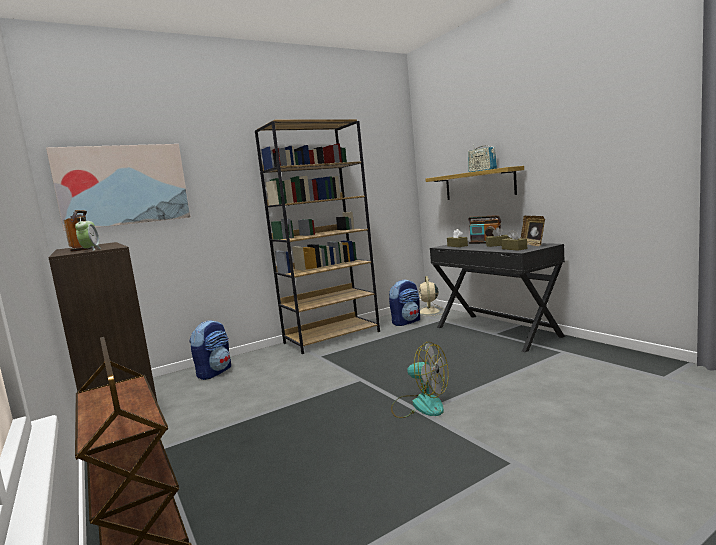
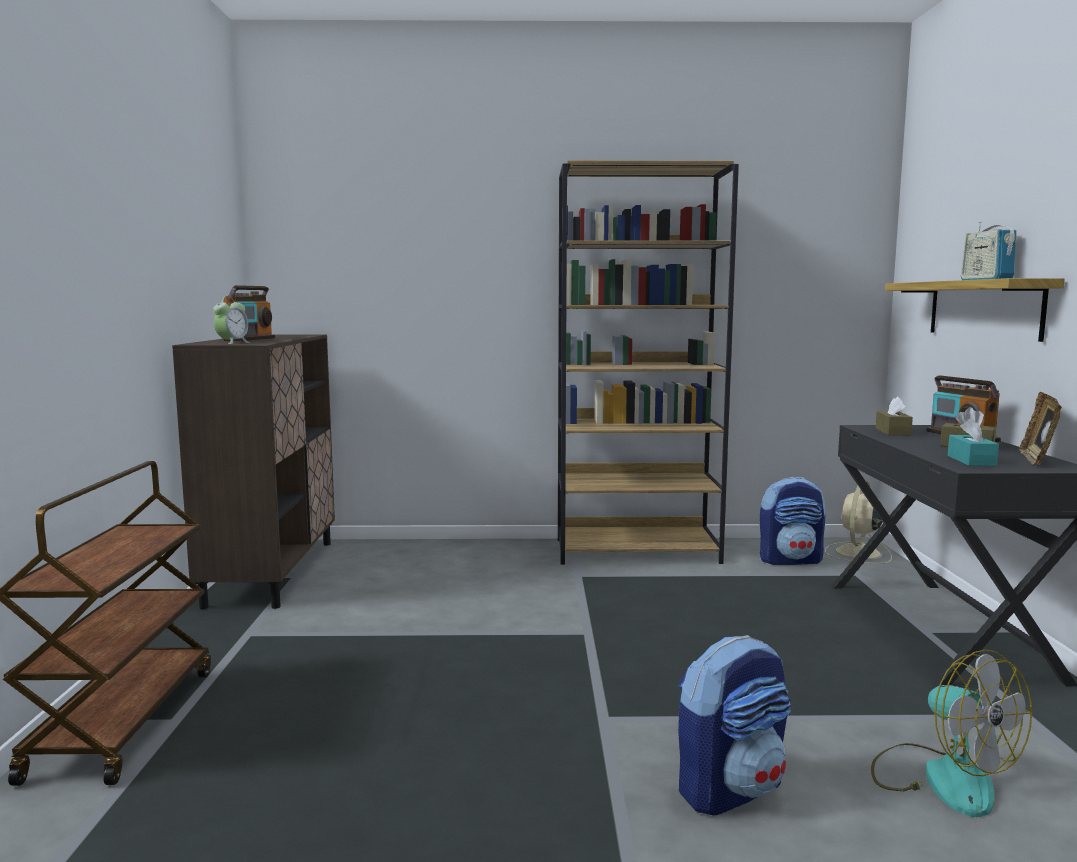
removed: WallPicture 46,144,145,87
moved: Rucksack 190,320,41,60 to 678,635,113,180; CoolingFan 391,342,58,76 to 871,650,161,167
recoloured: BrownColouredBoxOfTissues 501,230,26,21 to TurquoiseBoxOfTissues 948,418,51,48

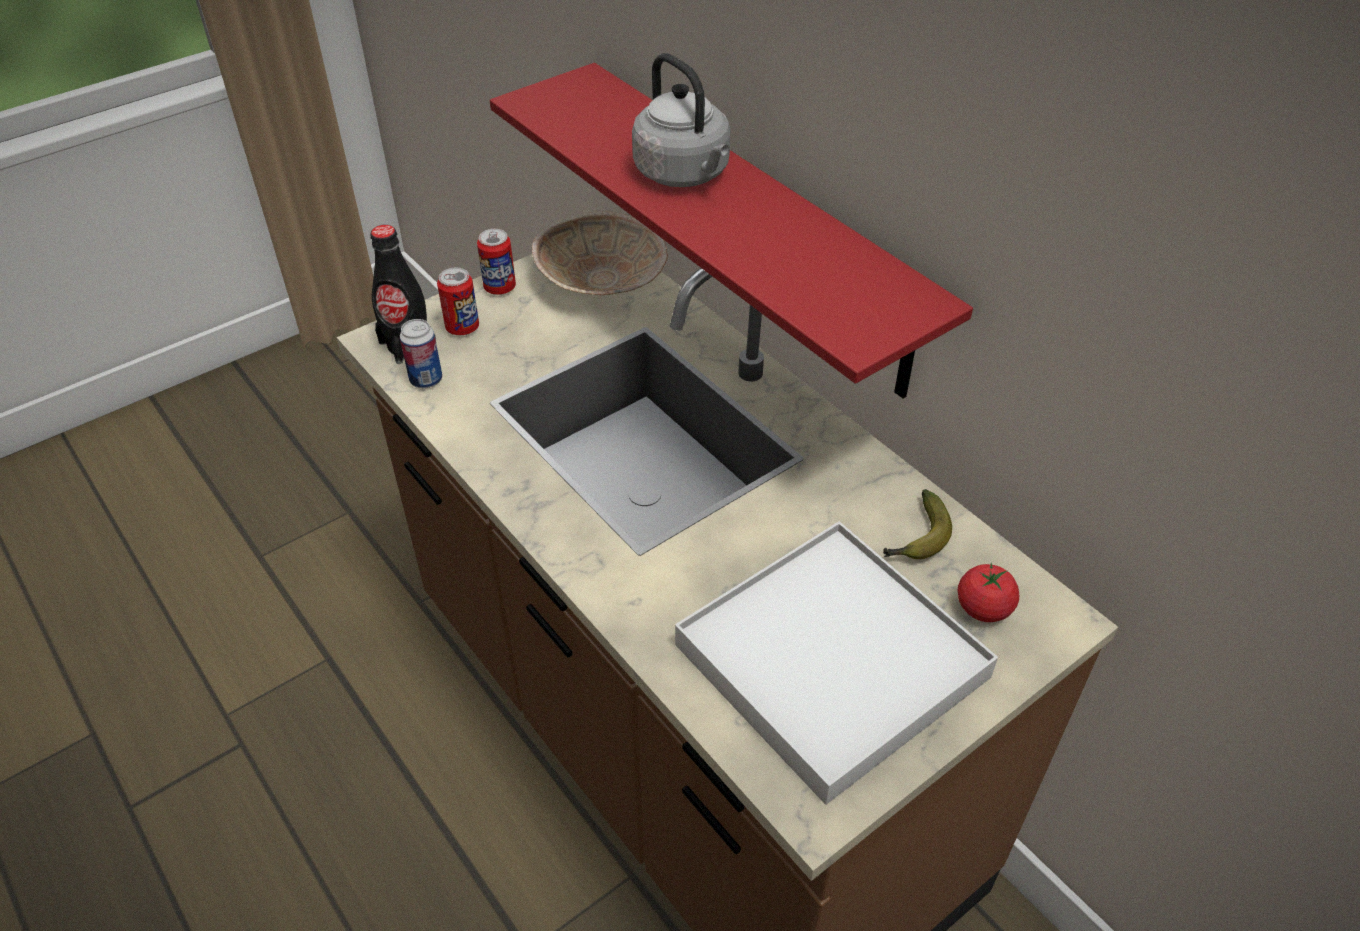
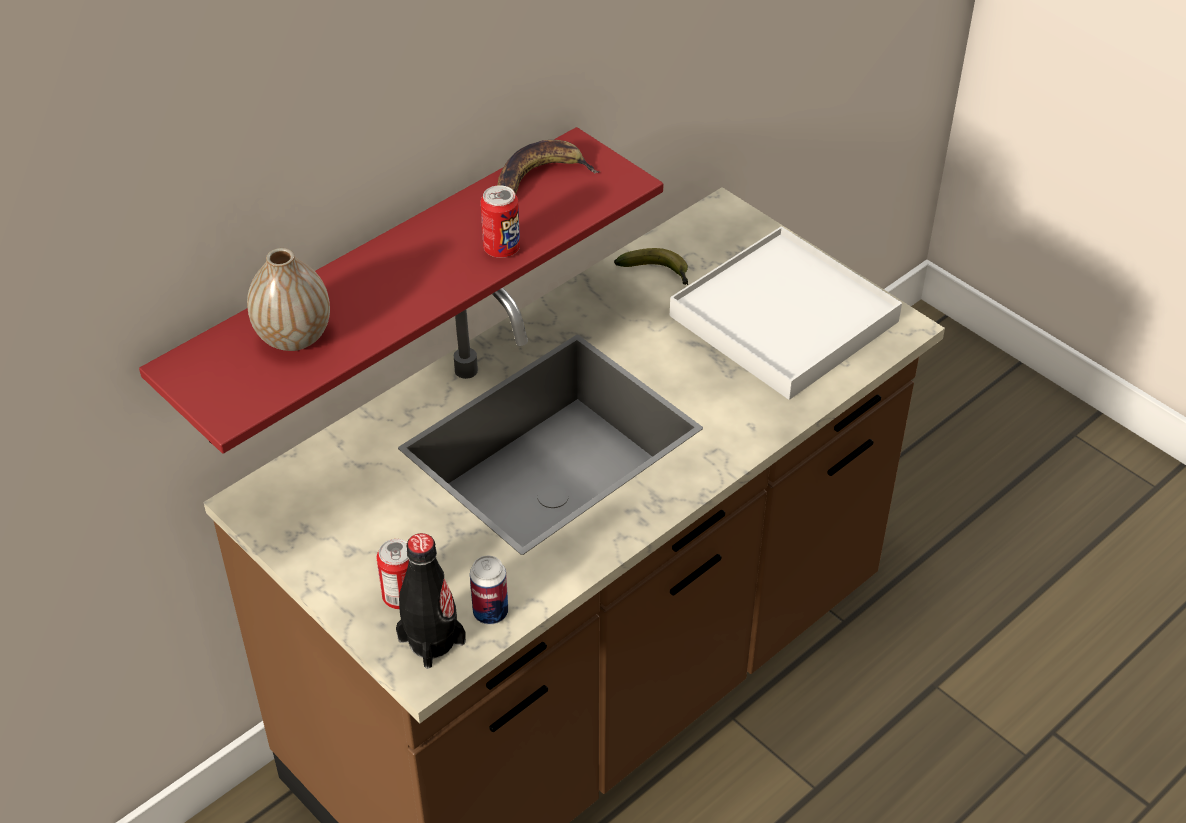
removed: GreyishWaterKettle 632,53,98,134; BeigeDeepDish 532,211,136,84; Tomato 958,562,61,60
added: Banana 497,140,103,55; DecorativeVase 247,248,83,103
moved: MetalCan 477,229,39,66 to 481,185,39,73

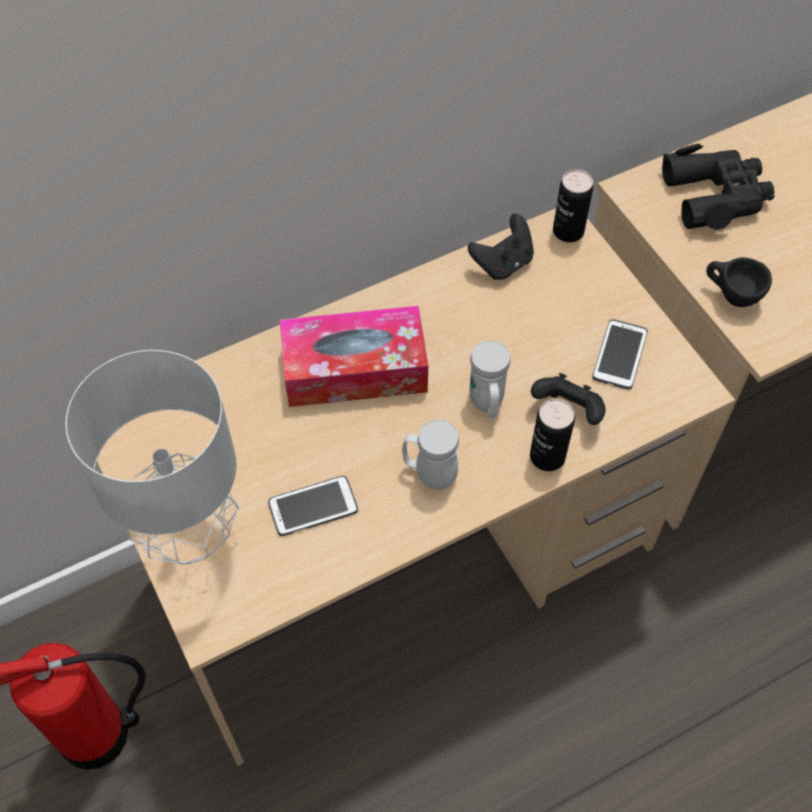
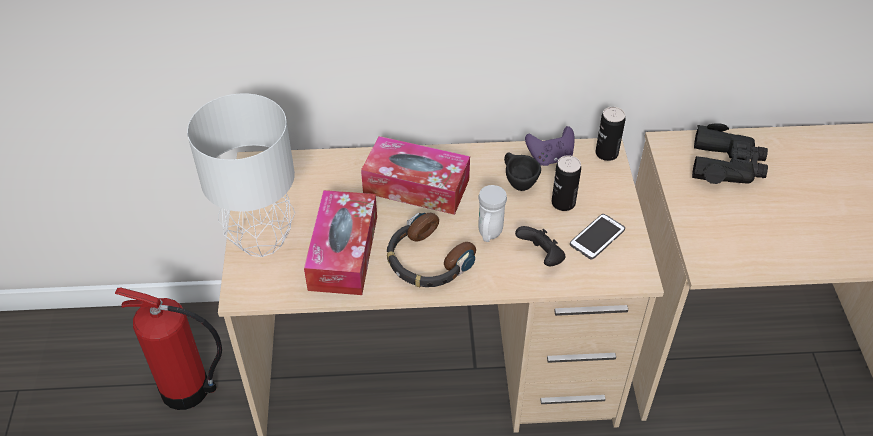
moved: BlackColouredSmallCup 706,257,66,50 to 504,152,37,39; MetalCan 530,399,45,72 to 551,155,30,56
replaced: WhiteCoffeeMug 402,420,57,69 to Headset 387,213,89,74; Handset 268,476,90,60 to BoxOfTissues 304,190,73,105
recoloured: BlackColouredGameController 468,214,66,66 to PurplishGameController 525,126,50,40

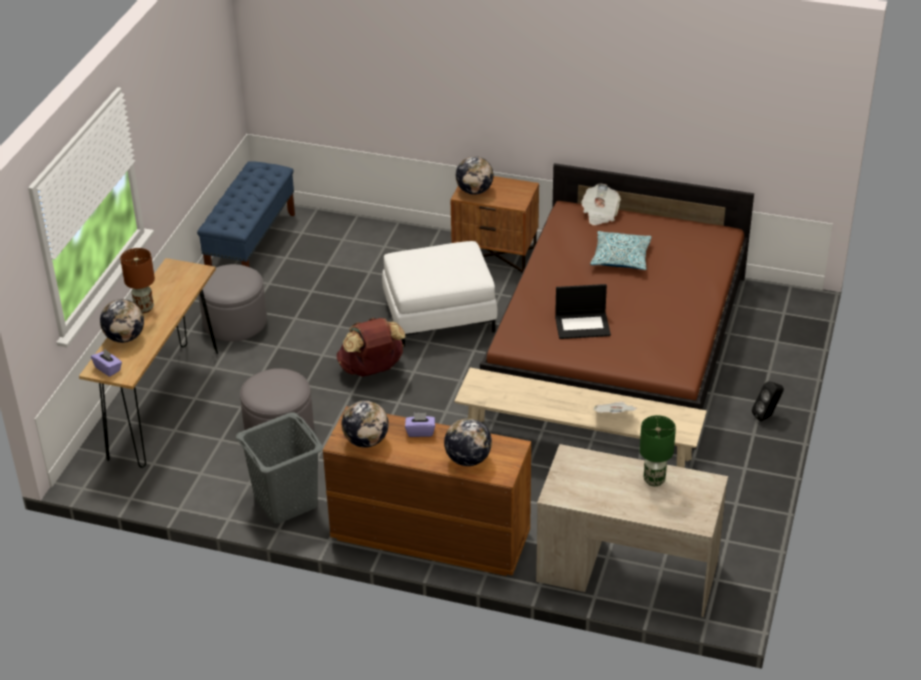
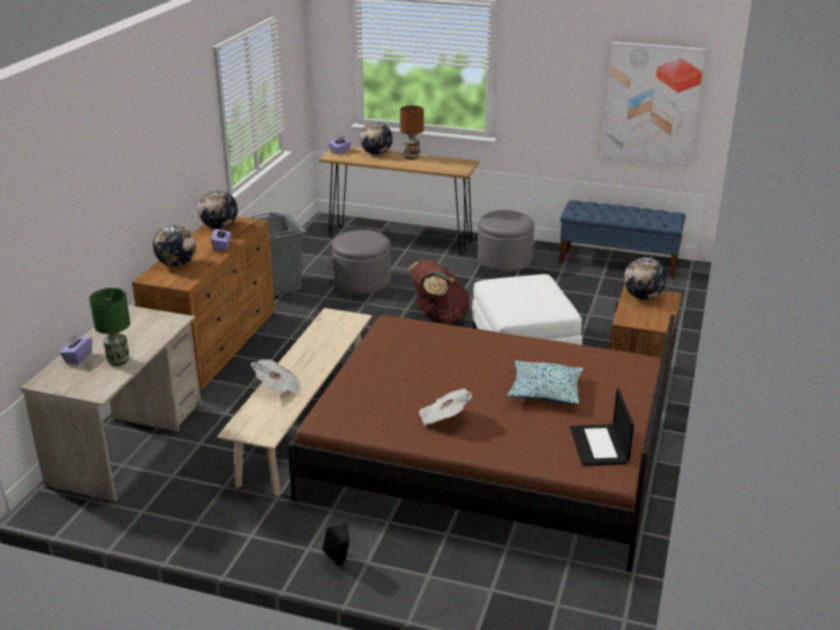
added: WallPicture 602,42,104,125; PurplishBoxOfTissues 60,333,32,31
moved: DailyPaper 581,183,40,42 to 419,388,53,37; PortableComputer 555,284,56,55 to 570,389,64,77

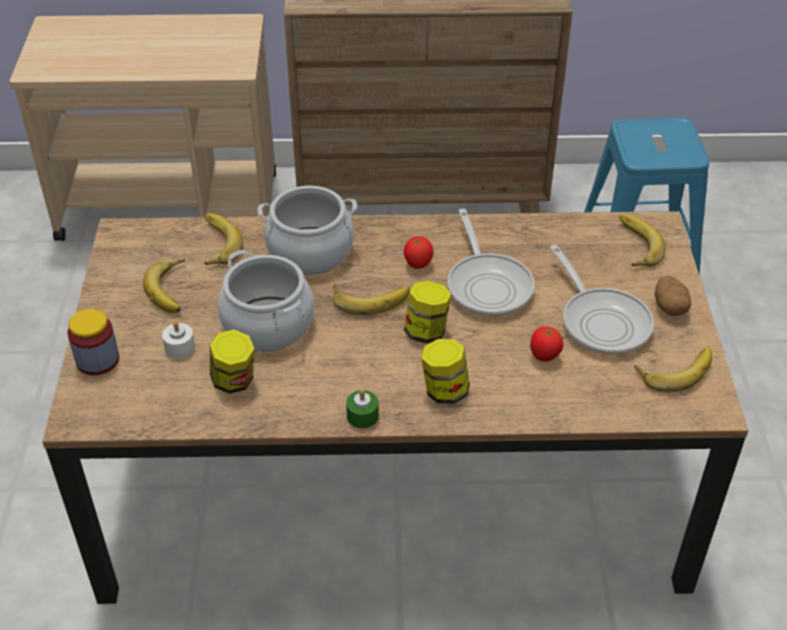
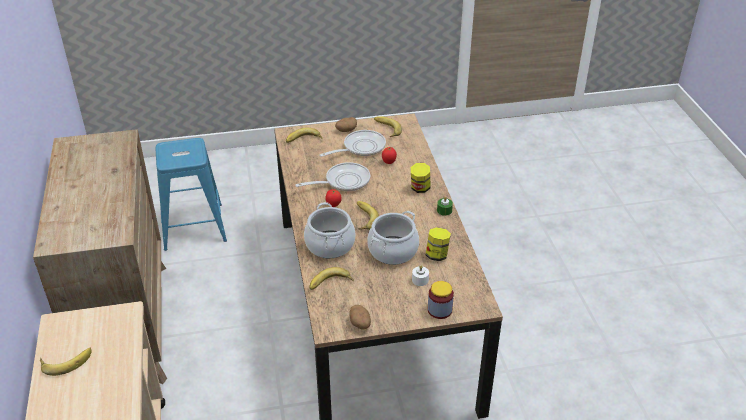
removed: Jar 404,281,47,63
added: Spud 350,305,21,25
moved: Banana 143,259,42,54 to 40,348,52,28

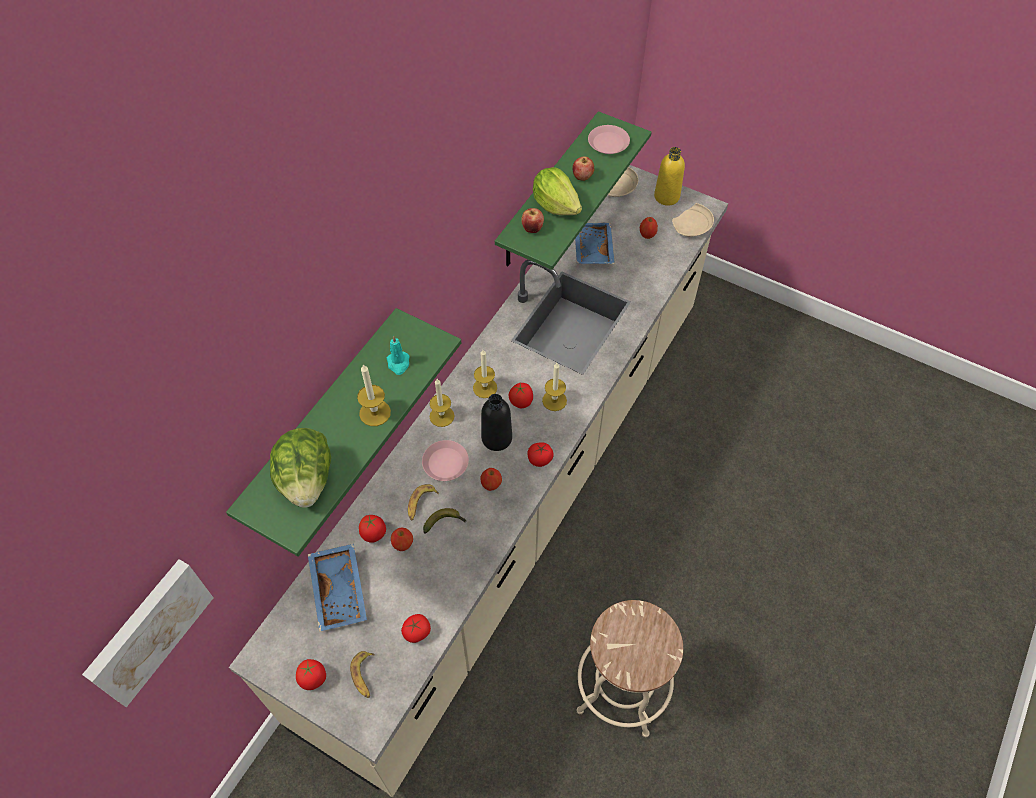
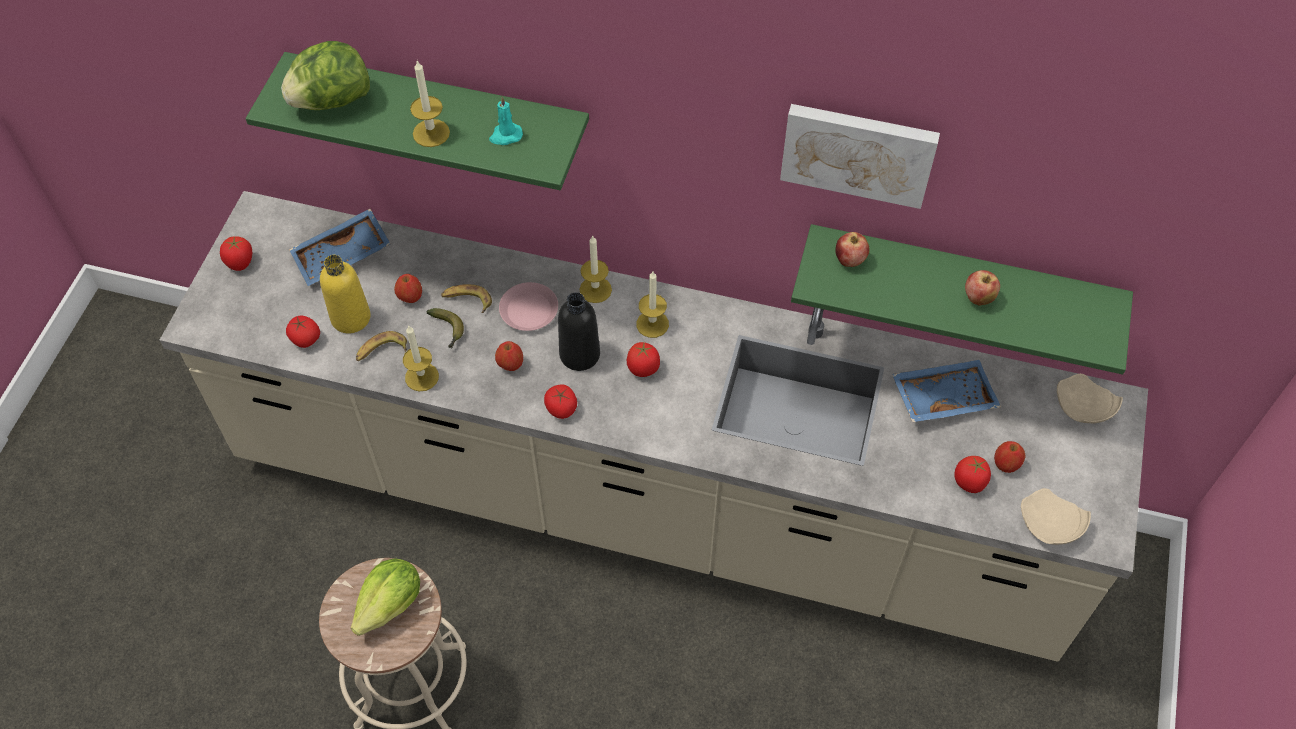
removed: PinkColouredPlate 588,125,42,29
moved: YellowColouredBottle 654,147,31,59 to 320,255,51,78; Lettuce 533,167,49,48 to 351,558,69,78; WaxCandle 542,363,25,48 to 403,325,36,66; Tomato 359,515,27,28 to 954,456,37,37; WallPicture 82,559,131,148 to 780,104,160,105; Banana 350,651,25,47 to 356,331,51,30

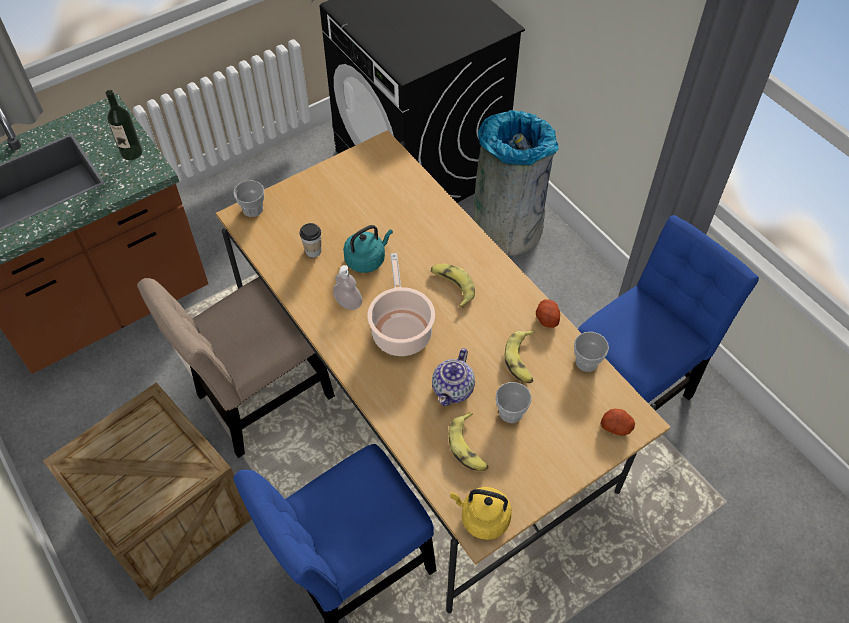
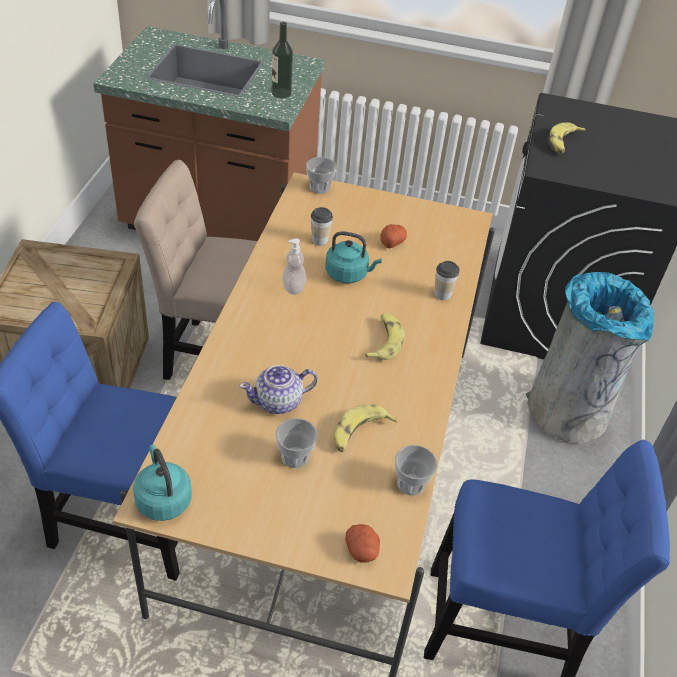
removed: Stockpot 367,253,68,103
added: SmallCup 434,261,26,39
moved: Spud 536,299,24,29 to 380,224,27,24; Banana 448,412,41,59 to 549,122,36,32
recoloured: YellowColouredWaterKettle 450,487,62,53 to TurquoiseWaterKettle 133,444,59,77

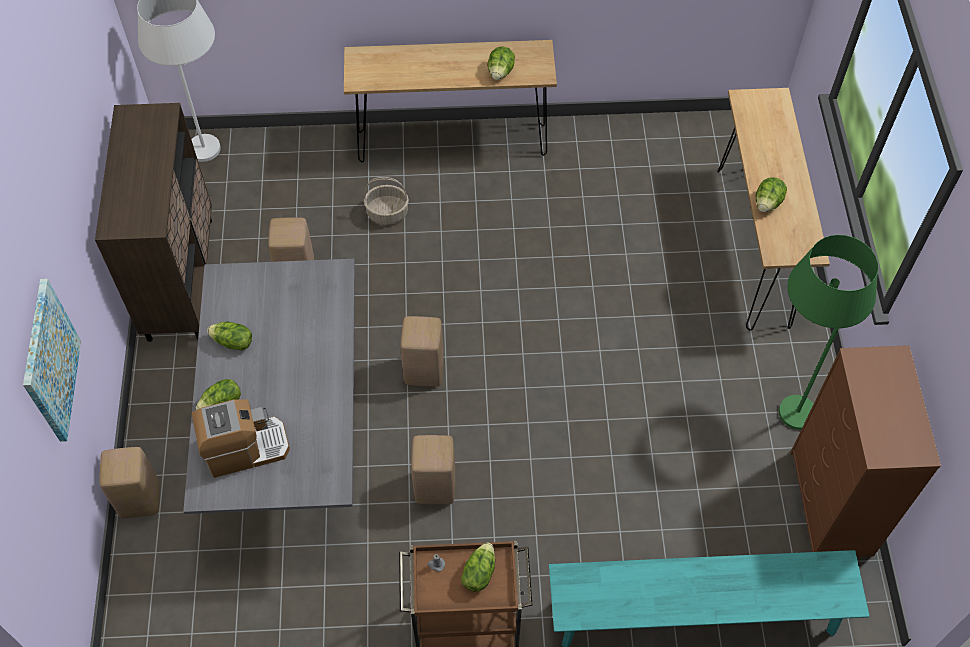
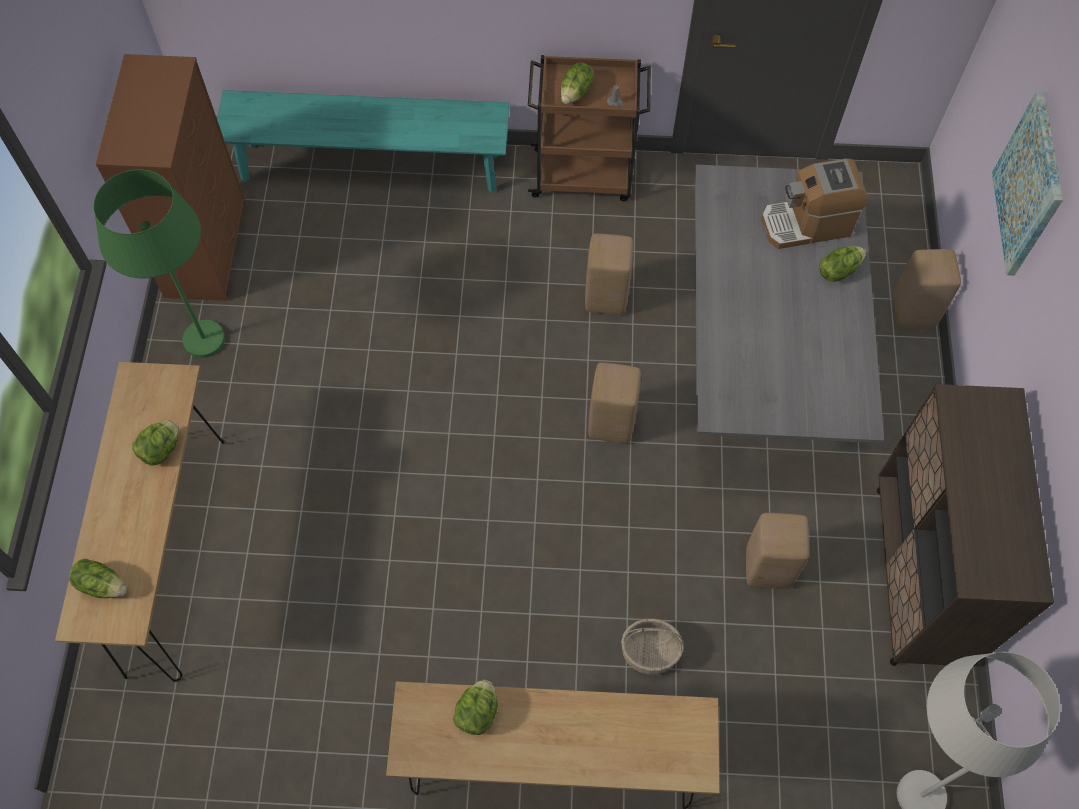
moved: Lettuce 207,322,45,28 to 69,559,58,39

